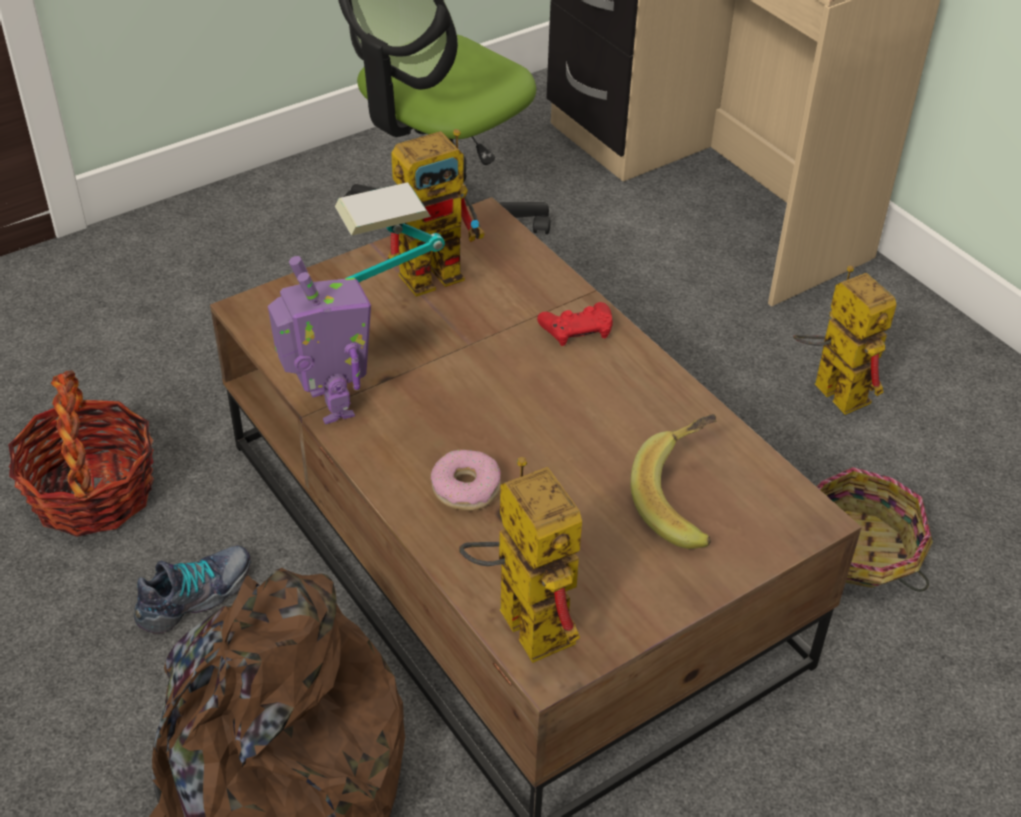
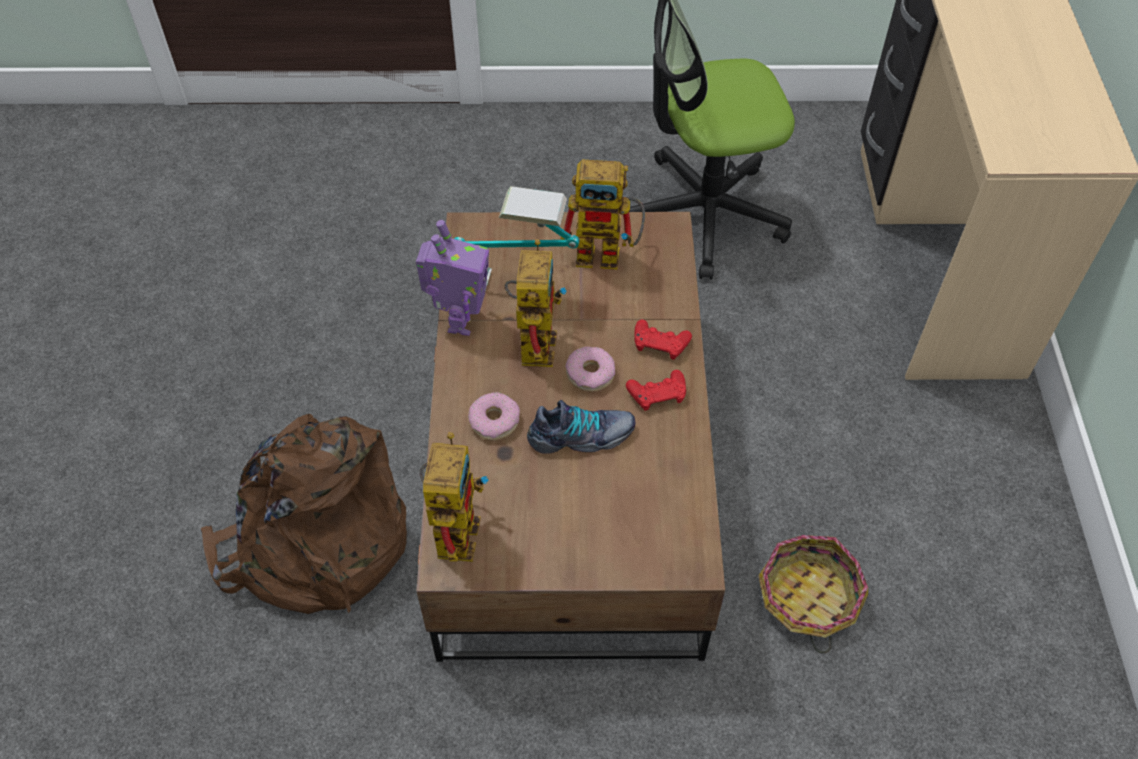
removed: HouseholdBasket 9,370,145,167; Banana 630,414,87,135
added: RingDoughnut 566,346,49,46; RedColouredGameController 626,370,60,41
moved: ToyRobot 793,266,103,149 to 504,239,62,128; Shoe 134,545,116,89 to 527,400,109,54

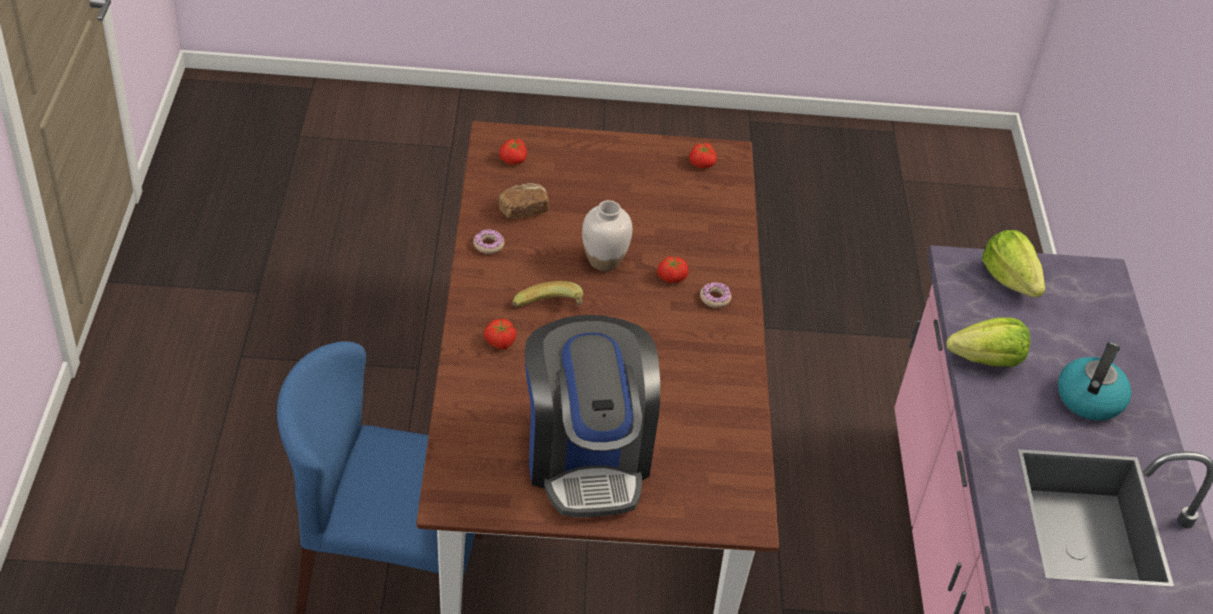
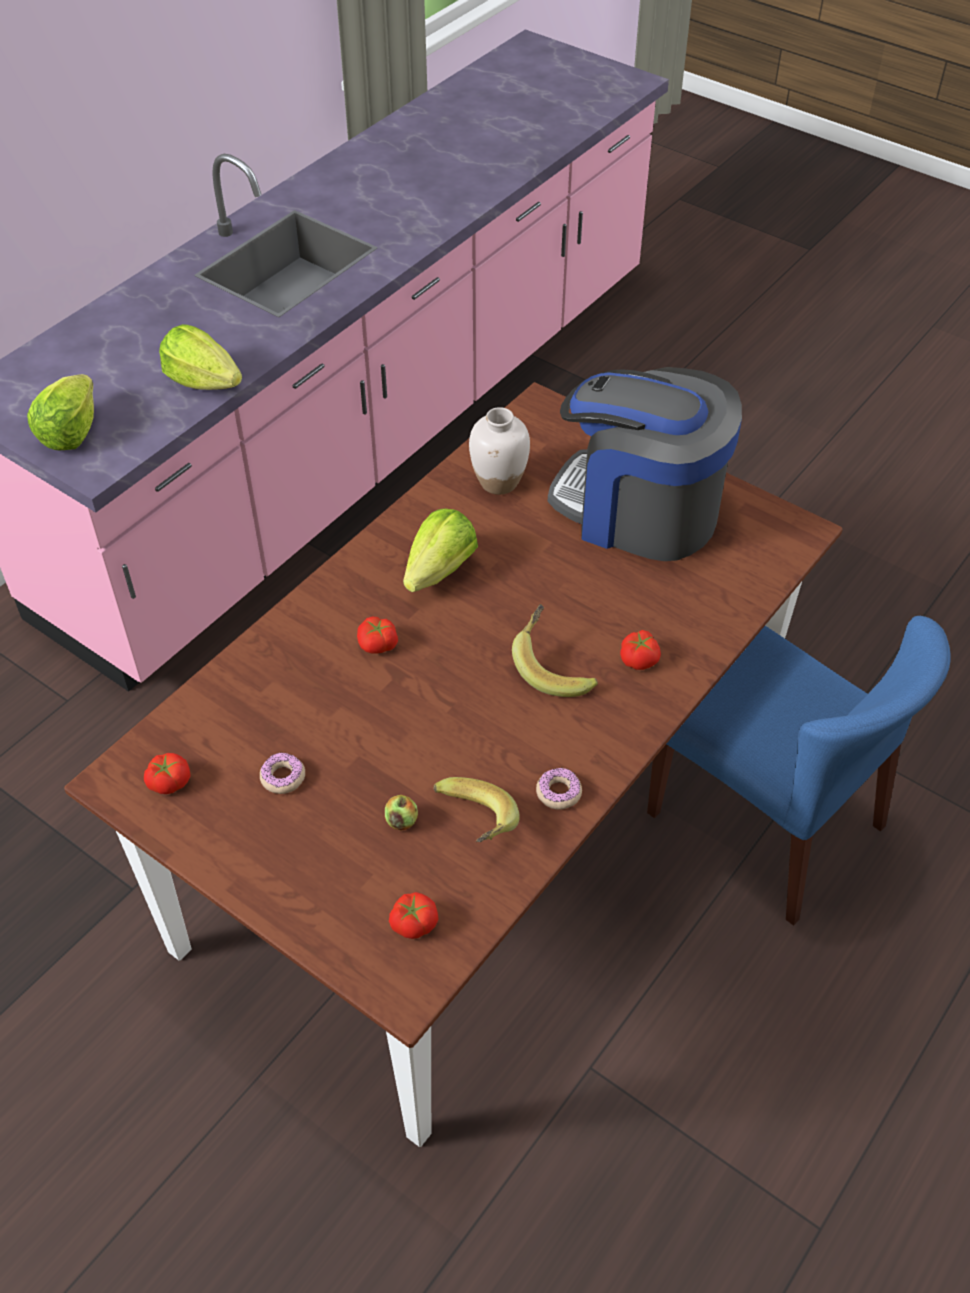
removed: WaterKettle 1058,342,74,79
added: Lettuce 403,508,75,84; Apple 385,795,33,35
moved: WhiteDecorativeVase 582,200,50,71 to 469,407,61,88; RingDoughnut 700,282,32,26 to 260,752,45,42
replaced: BakeryBread 498,183,51,36 to Banana 433,777,86,65
turned: CoffeeBrewer 524,315,136,202 = 548,367,194,194 90 degrees counterclockwise

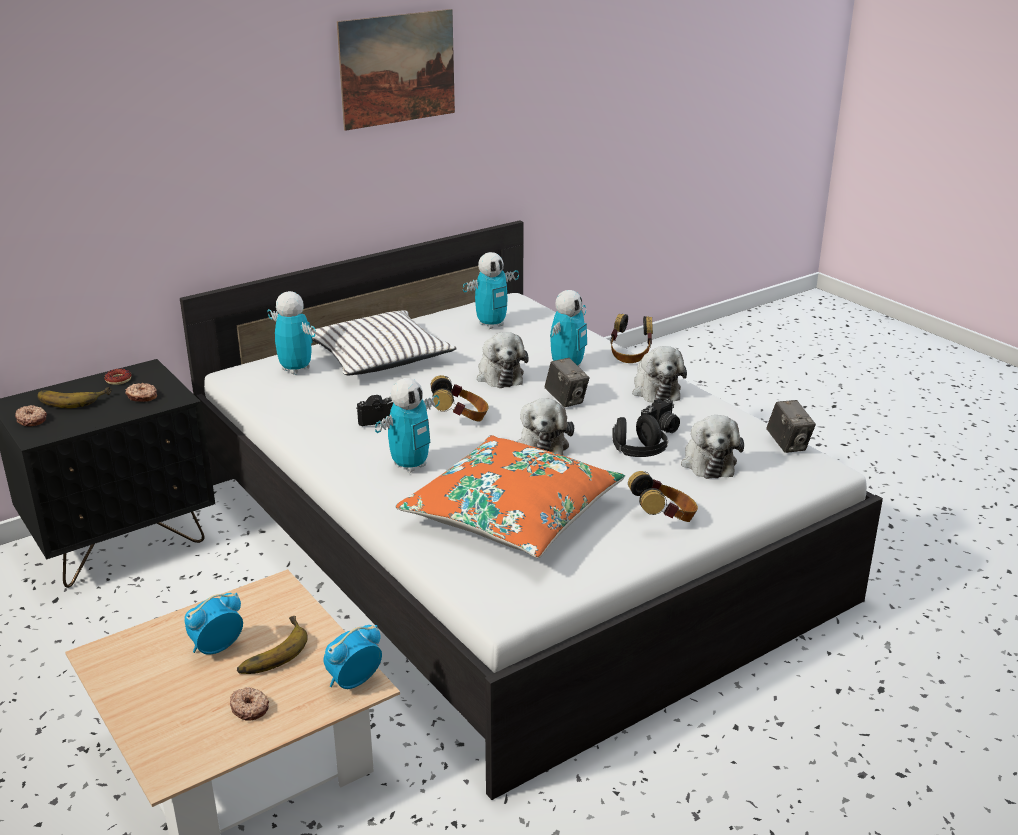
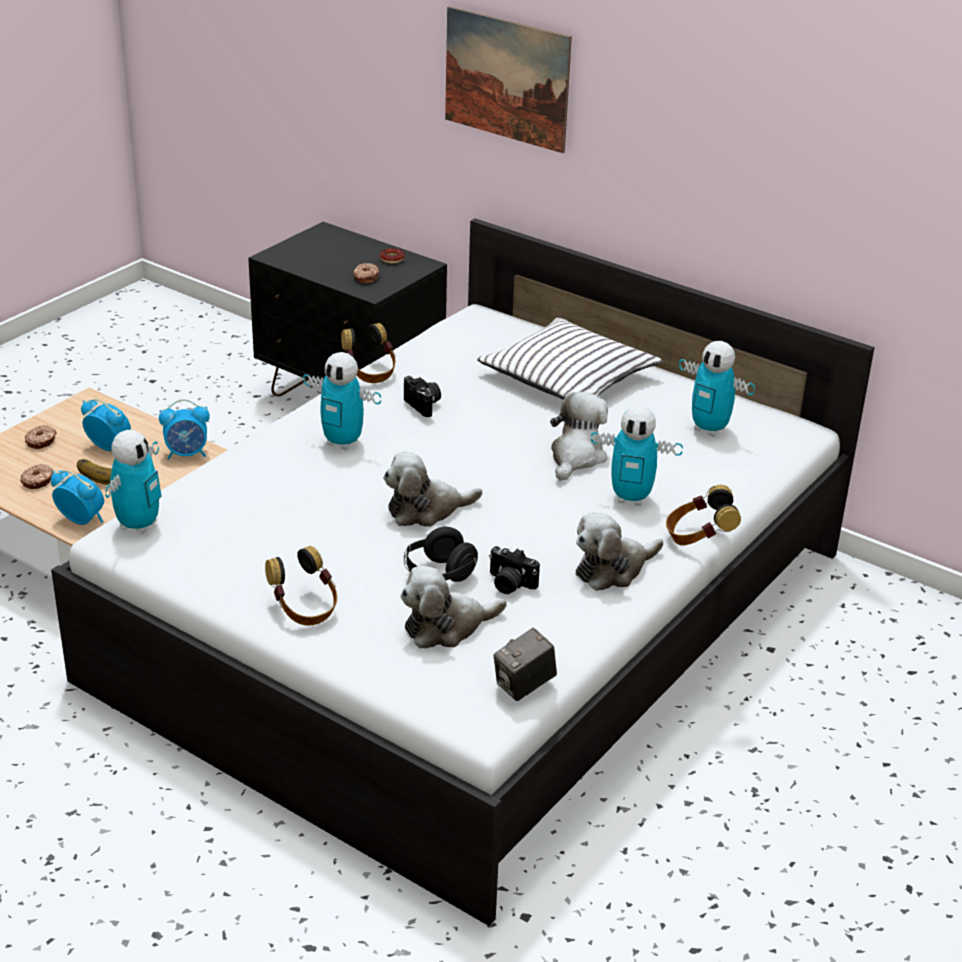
removed: StillCamera 545,358,44,49; Banana 37,387,75,21; OrangeThrowPillow 395,435,230,123
added: BedsideClock 159,399,51,61
moved: WallPicture 337,9,118,122 to 445,6,127,147; ToyRobot 267,291,49,84 to 105,430,57,104; Headset 431,375,58,47 to 341,323,55,60; RingDoughnut 15,405,32,21 to 25,425,32,24
turned: CuddlyToy 477,332,52,56 = 550,392,58,89 150 degrees clockwise

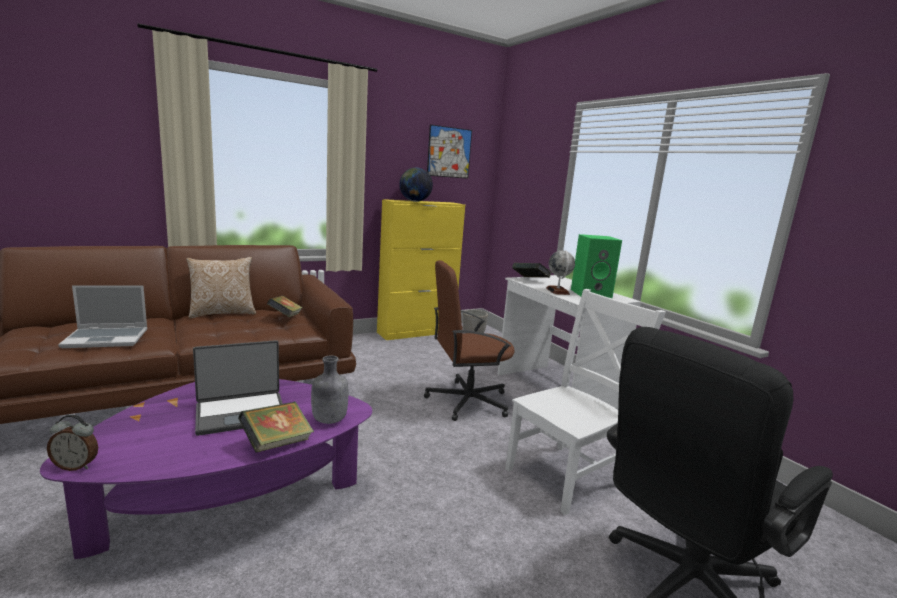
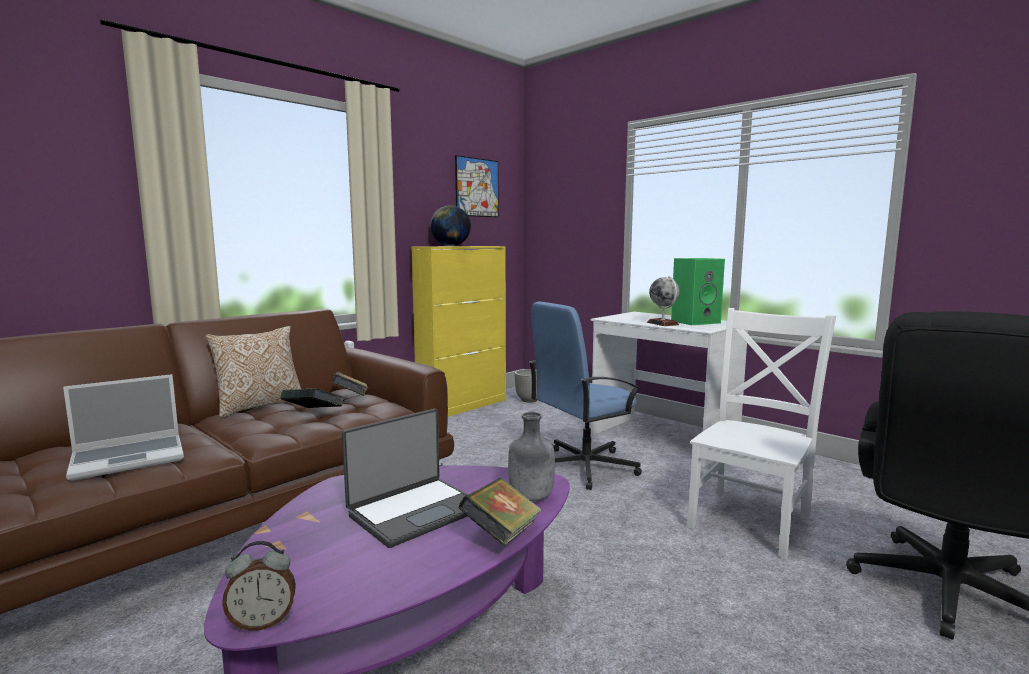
moved: BoundBook 512,263,39,15 to 280,388,64,20
recoloured: BrownColouredOfficeChair 424,260,91,161 to BluishOfficeChair 529,302,113,188

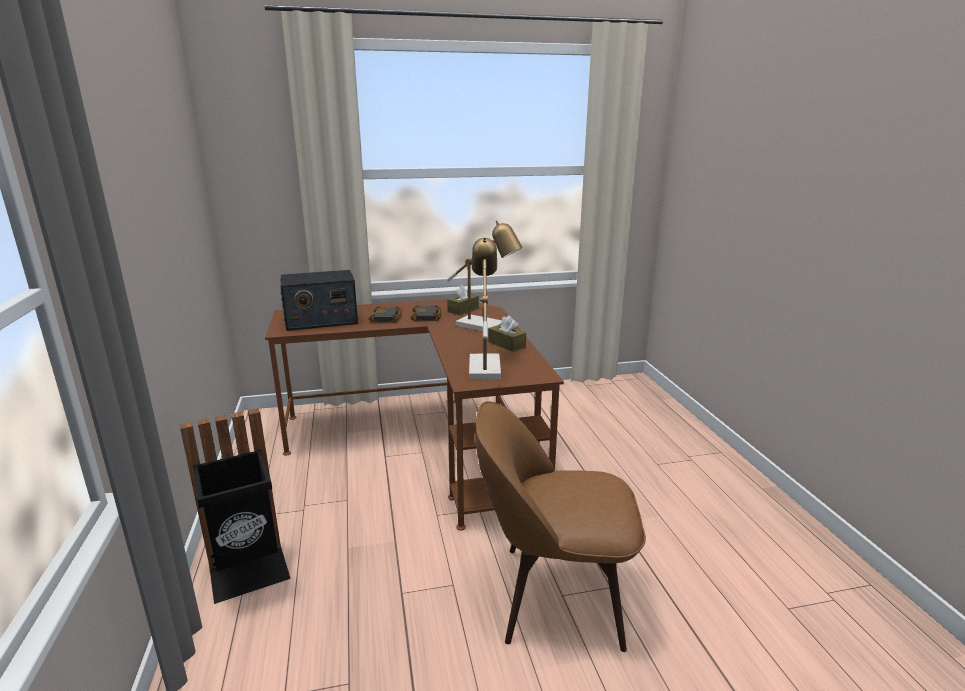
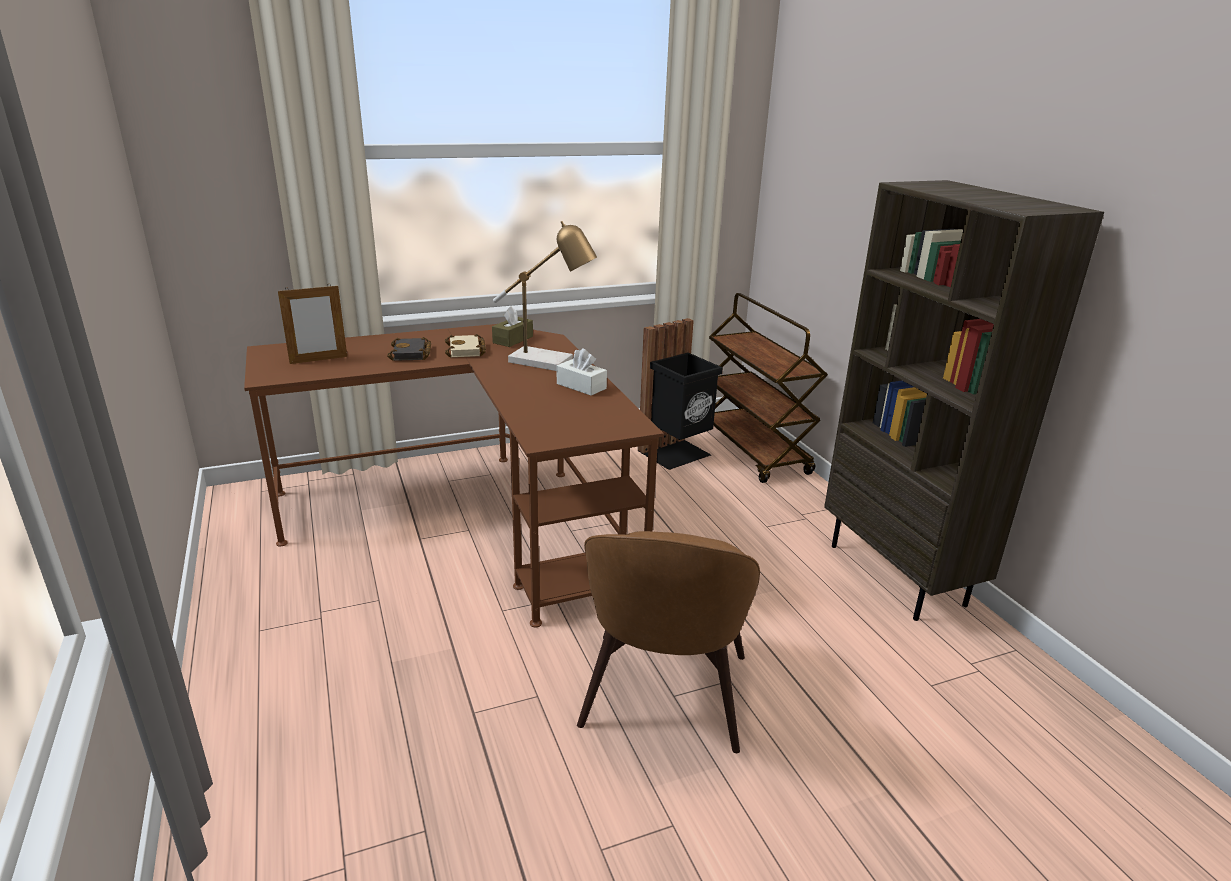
removed: TabletopLamp 469,237,32,142
added: BrownColouredBookcase 824,180,280,441; BrownColouredTrolley 709,293,119,190
moved: BlackColouredTrashCan 180,408,111,196 to 638,318,85,152
replaced: RadioReceiver 280,270,78,61 to StandingFrame 278,284,69,80
recoloured: BlackColouredBoundBook 411,305,30,16 to BeigeBoundBook 445,334,41,23; BrownColouredBoxOfTissues 488,316,38,36 to WhiteBoxOfTissues 557,348,50,48
turned: BrownColouredUprightChair 475,401,171,251 = 577,531,183,222 75 degrees counterclockwise

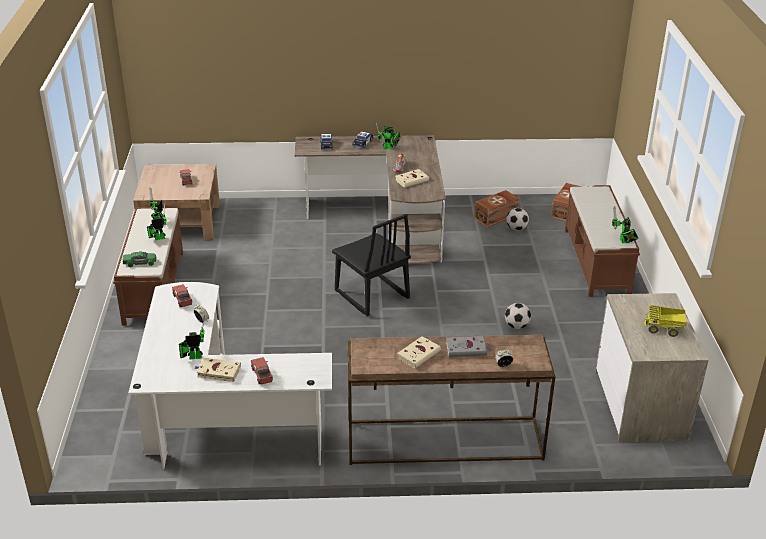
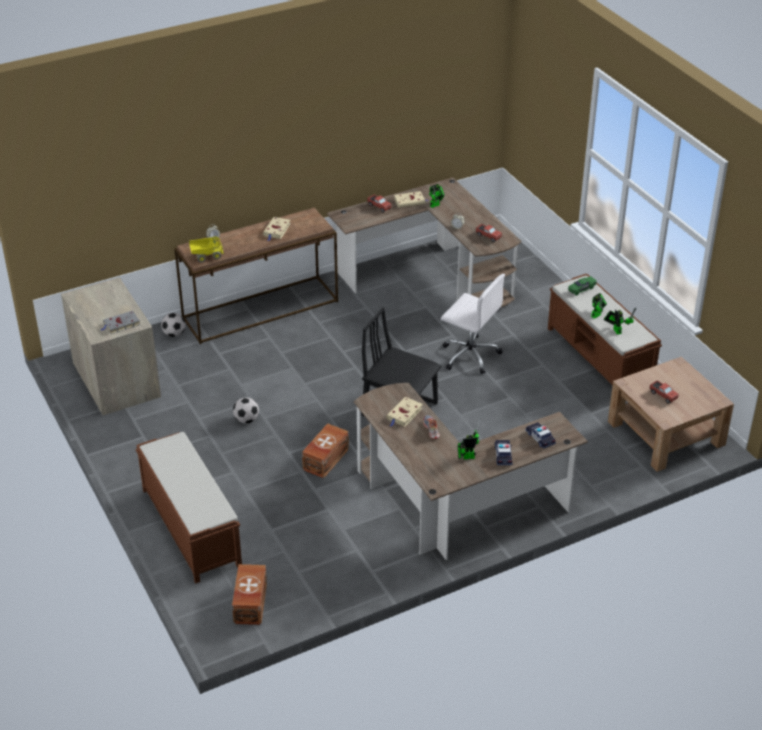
removed: ToyRobot 612,206,26,37
added: WhiteOfficeChair 441,274,64,100
moved: BrownColouredStorageBin 474,190,45,37 to 302,423,47,55; FootballBall 506,208,23,23 to 161,313,25,24; ToyTruck 644,305,42,32 to 189,237,35,25; GreyishBoundBook 446,336,47,21 to 100,311,40,23
recoloured: WhiteDesk 129,282,203,187 to BrownColouredDesk 327,177,194,131

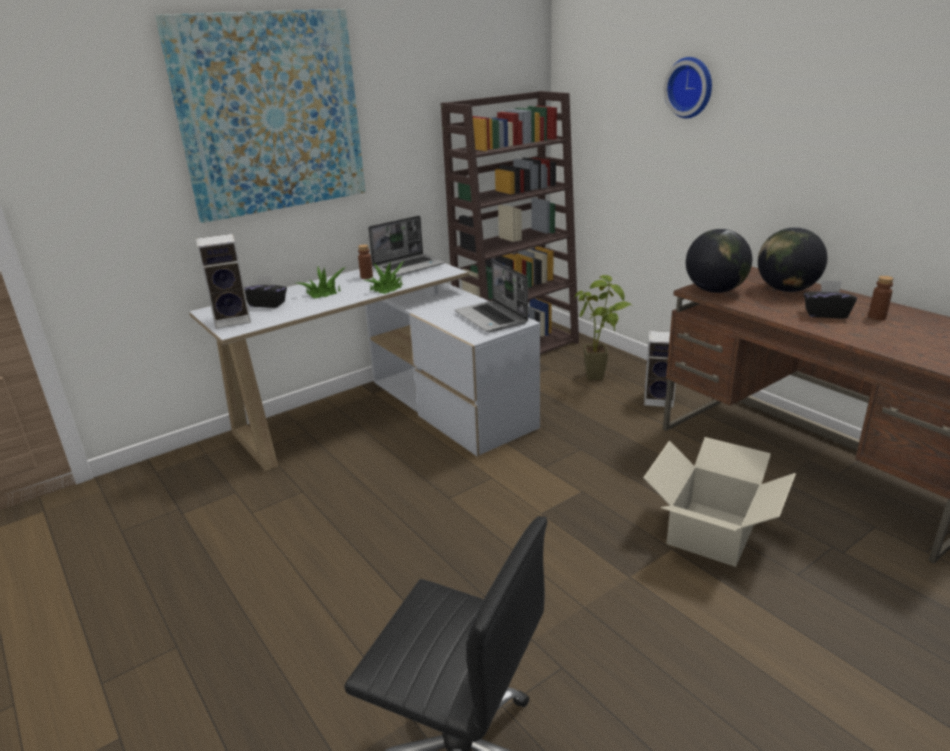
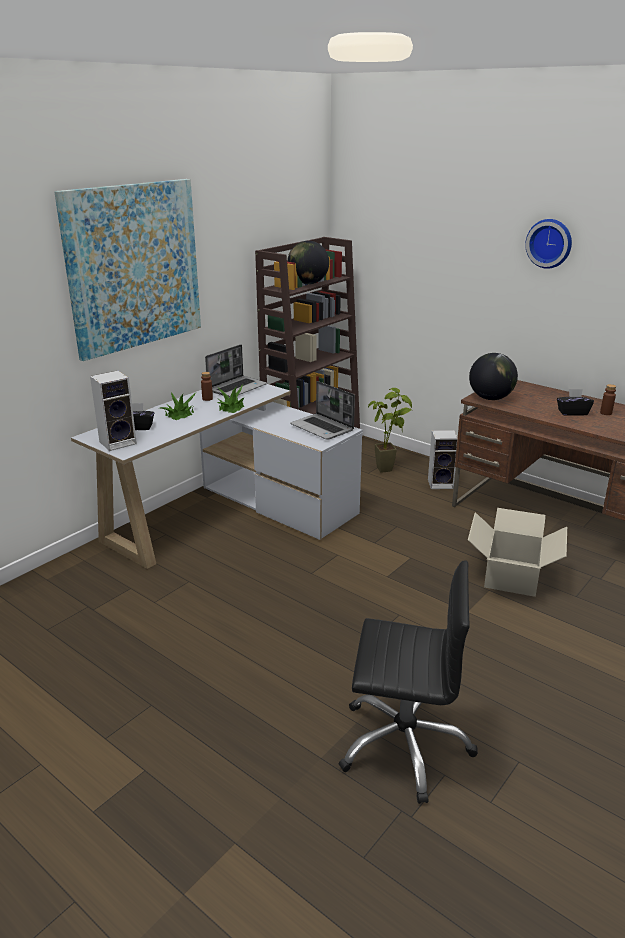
moved: HangingClock 664,57,48,61 to 525,219,47,50; DeskGlobe 758,227,69,65 to 287,241,42,43

